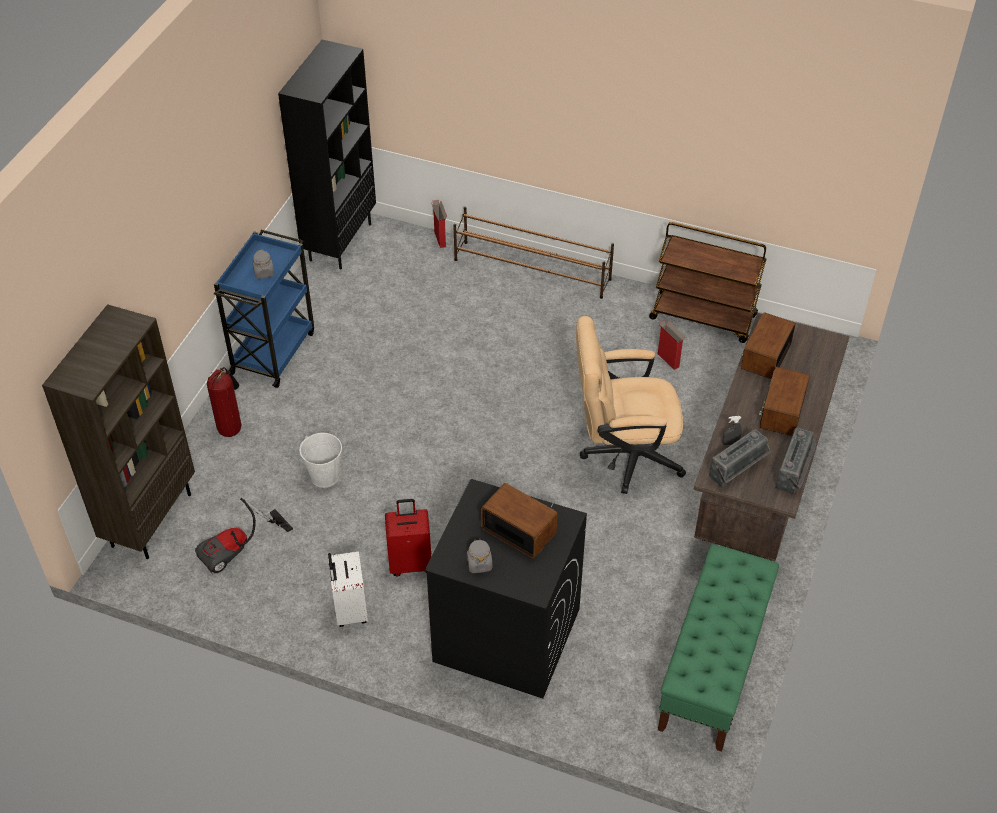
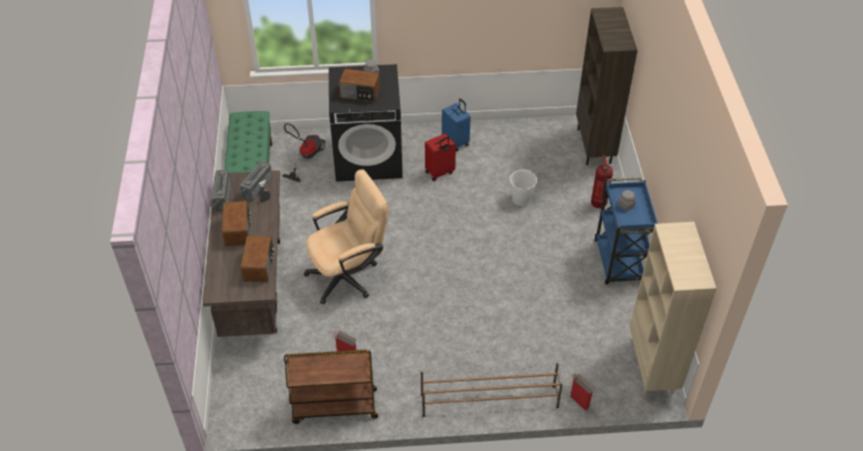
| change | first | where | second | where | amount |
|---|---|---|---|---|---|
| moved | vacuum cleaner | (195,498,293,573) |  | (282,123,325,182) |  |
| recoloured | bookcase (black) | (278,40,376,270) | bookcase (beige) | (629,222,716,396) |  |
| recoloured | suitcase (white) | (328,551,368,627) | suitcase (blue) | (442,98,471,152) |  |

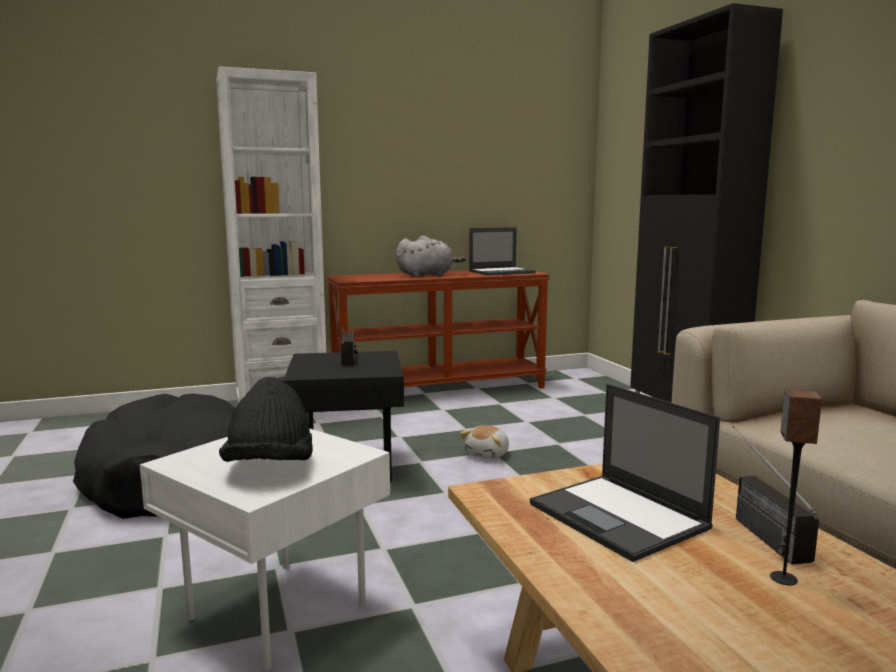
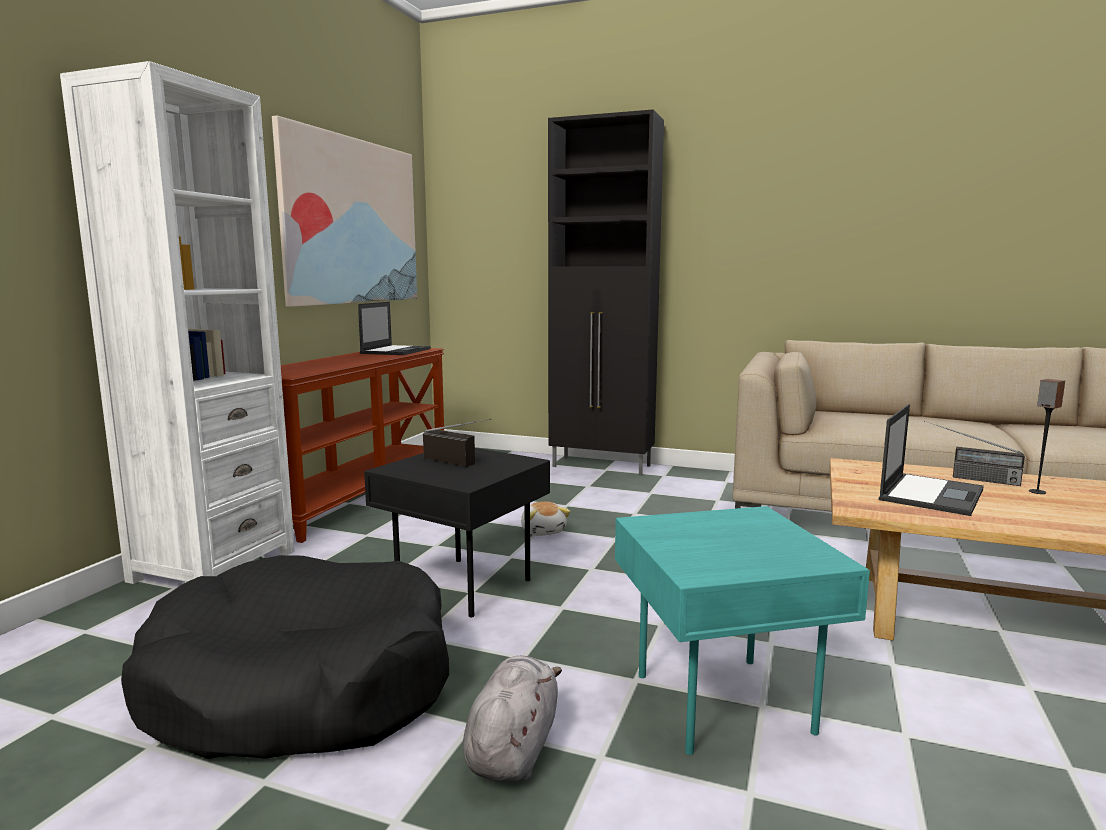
| change | first | where | second | where | amount |
|---|---|---|---|---|---|
| recoloured | side table (white) | (140,429,390,670) | side table (turquoise) | (615,506,870,755) |  |
| removed | hat (black) | (219,377,313,462) |  |  |  |
| moved | plush toy (grey) | (396,236,466,277) |  | (463,656,562,782) |  |
| turned | laptop | (530,384,720,562) |  | (879,404,984,516) | 60 degrees counterclockwise |
| added |  |  | picture | (272,115,417,307) |  |

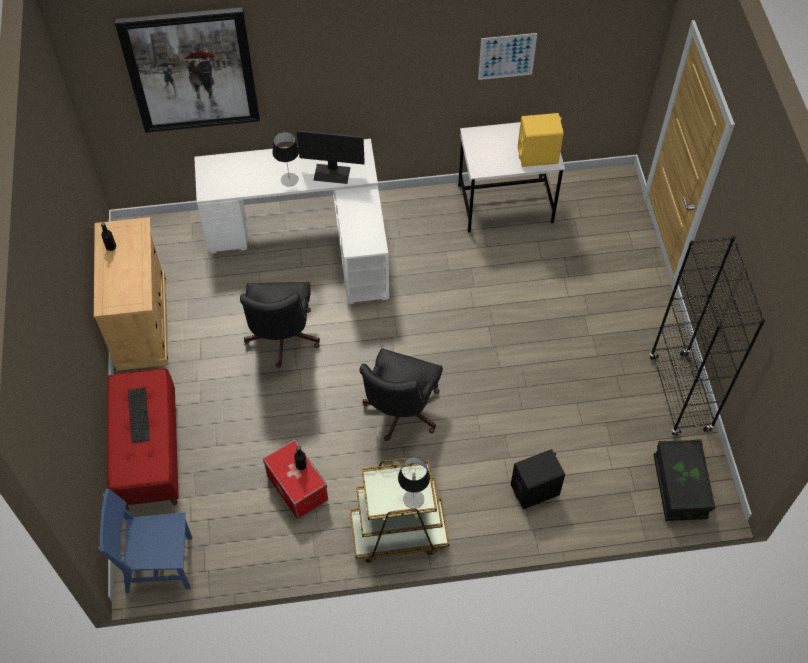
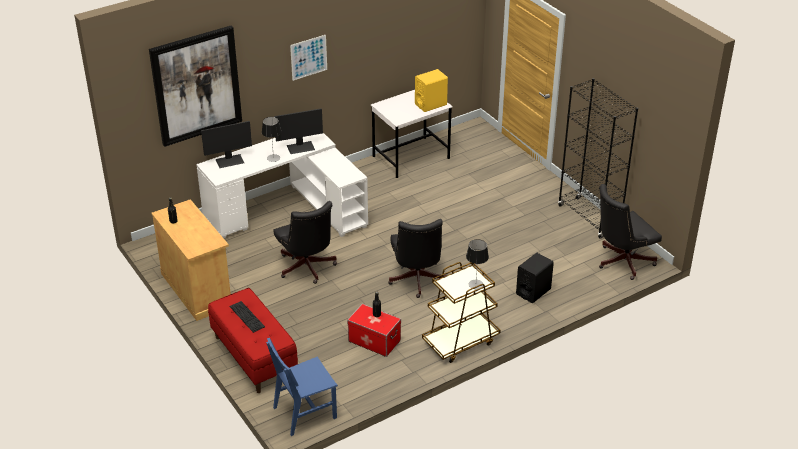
| change | first | where | second | where | amount |
|---|---|---|---|---|---|
| moved | picture | (478,33,537,80) |  | (290,35,327,81) |  |
| replaced | storage box (black) | (654,439,715,521) | office chair (black) | (599,184,662,280) |  |
| added |  |  | monitor | (201,121,252,168) |  |

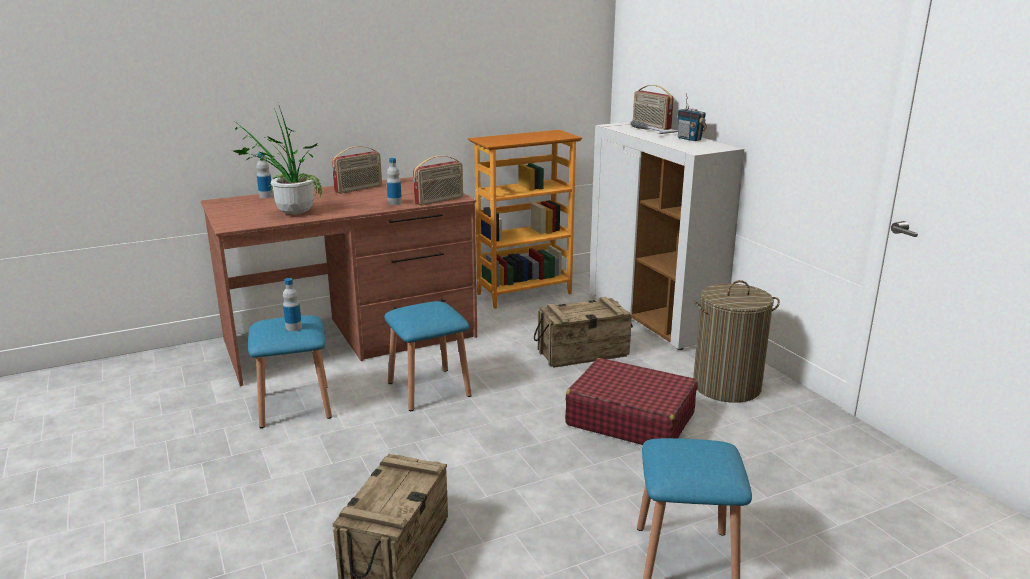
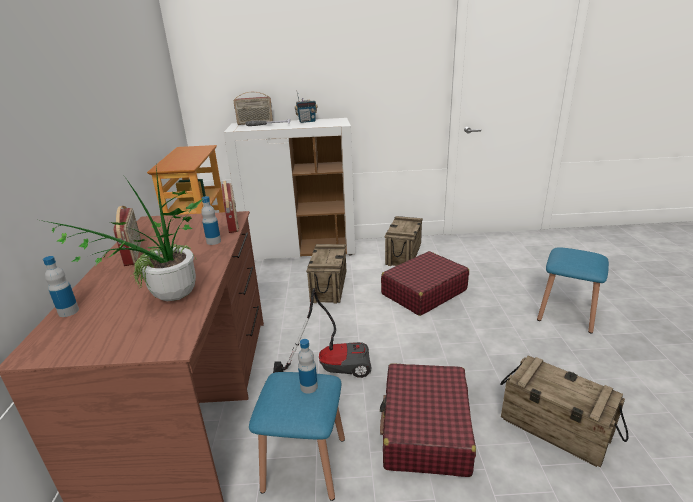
| change | first | where | second | where | amount |
|---|---|---|---|---|---|
| replaced | stool (blue) | (384,301,472,411) | vacuum cleaner | (273,288,371,378) |  |
| replaced | laundry basket | (693,280,780,403) | crate | (384,216,423,266) |  |
| added |  |  | suitcase (red) | (380,363,476,477) |  |

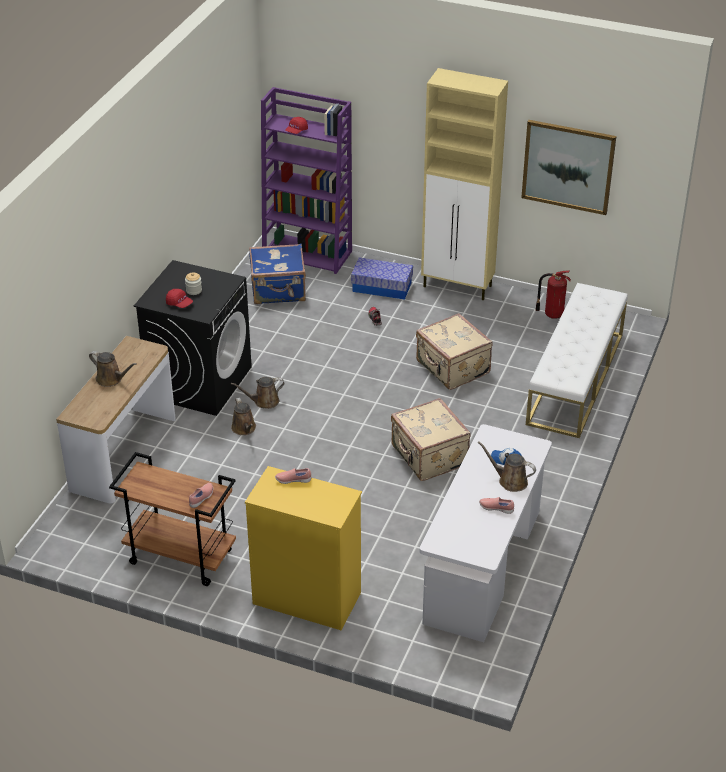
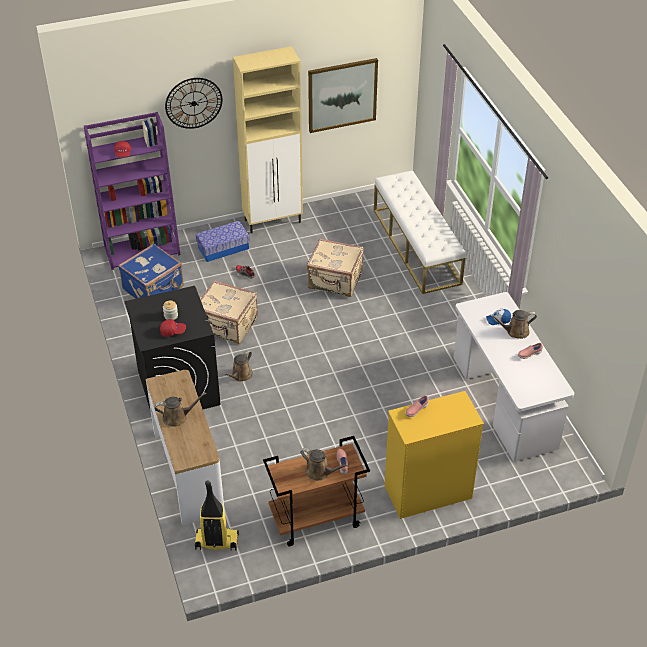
| change | first | where | second | where | amount |
|---|---|---|---|---|---|
| moved | watering can (brown) | (231,398,256,435) |  | (300,448,349,481) |  |
| moved | suitcase (beige) | (391,398,471,481) |  | (200,280,258,344) |  |
| removed | fire extinguisher | (535,270,571,319) |  |  |  |
| added |  |  | wall clock | (165,78,222,129) |  |
| added |  |  | vacuum cleaner | (195,480,239,551) |  |

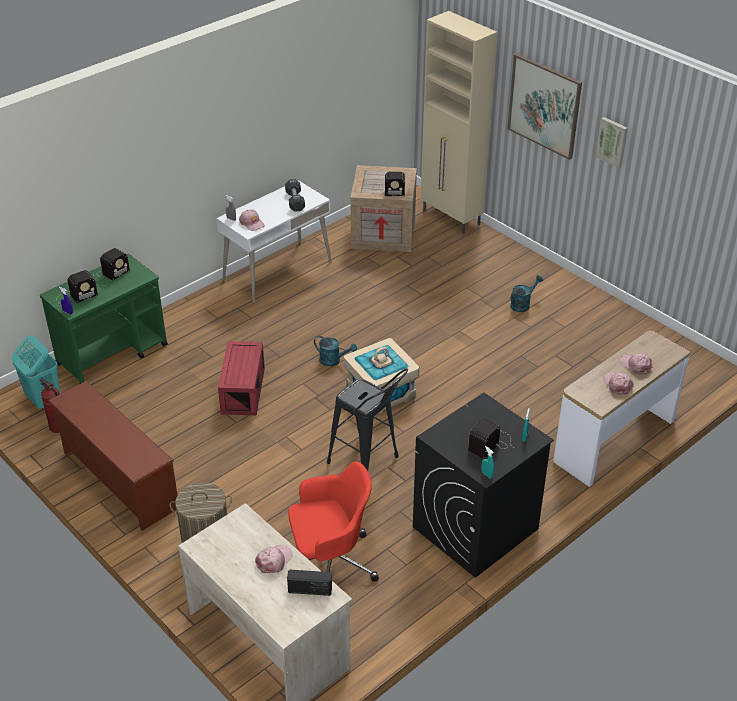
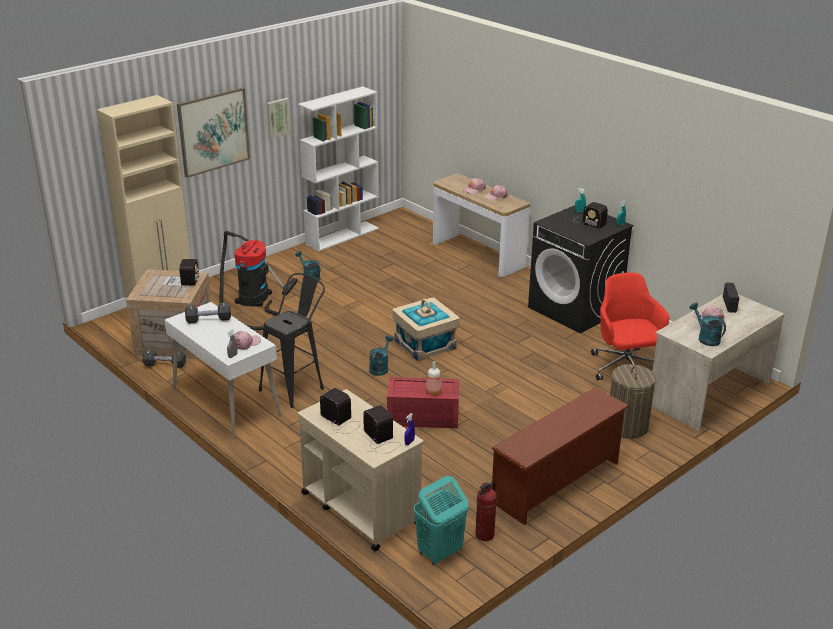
| change | first | where | second | where | amount |
|---|---|---|---|---|---|
| recoloured | cart (green) | (40,254,168,384) | cart (beige) | (298,389,424,551) |  |
| moved | stool (black) | (327,368,408,471) |  | (259,273,325,408) |  |
| added |  |  | dumbbell (black) | (142,350,186,368) |  |
| added |  |  | vacuum cleaner | (219,231,298,330) |  |
| added |  |  | bookcase (white) | (298,86,379,252) |  |
| added |  |  | bottle | (425,361,443,395) |  |
| added |  |  | watering can (turquoise) | (689,303,726,346) |  |

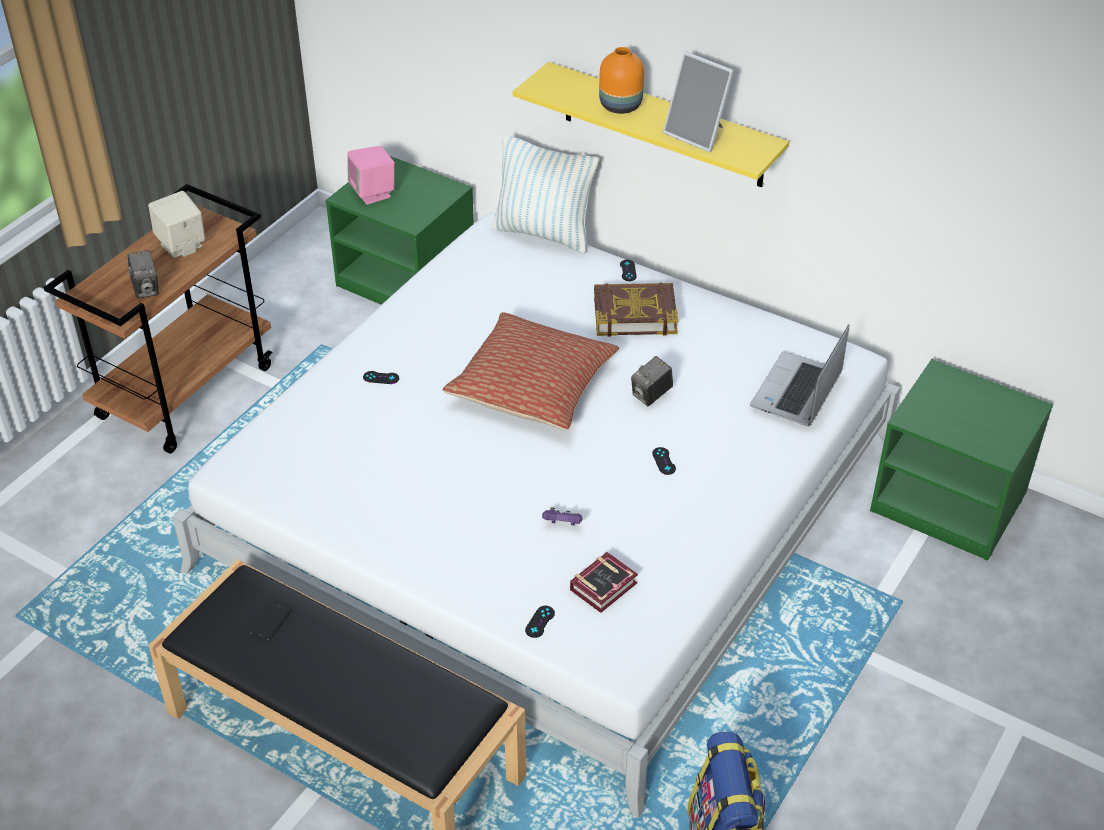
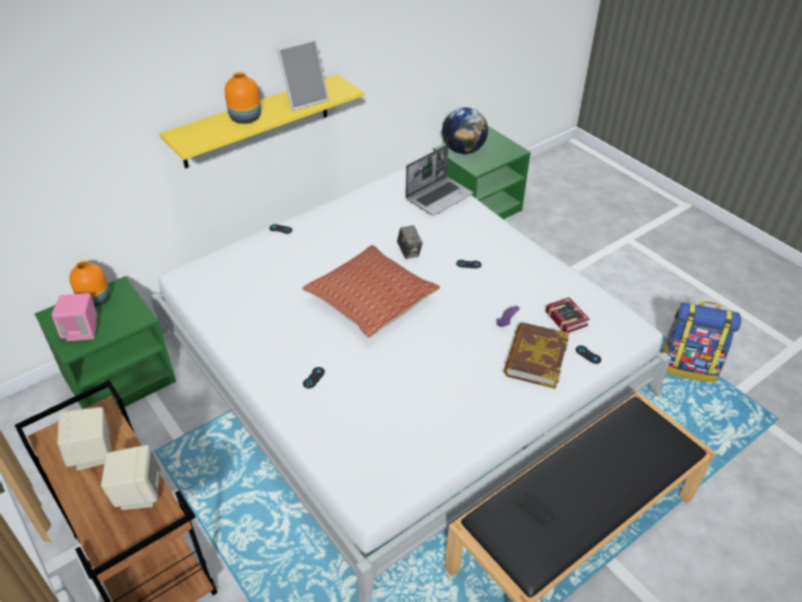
| change | first | where | second | where | amount |
|---|---|---|---|---|---|
| replaced | photo camera | (128,250,158,299) | speaker (beige) | (101,445,161,510) |  |
| removed | pillow | (492,135,599,253) |  |  |  |
| moved | book | (594,282,679,337) |  | (504,322,569,389) |  |
| turned | laptop | (750,324,849,426) |  | (405,145,473,216) | 90 degrees counterclockwise |
| added |  |  | vase (orange) | (69,261,110,307) |  |
| added |  |  | globe | (442,107,488,154) |  |

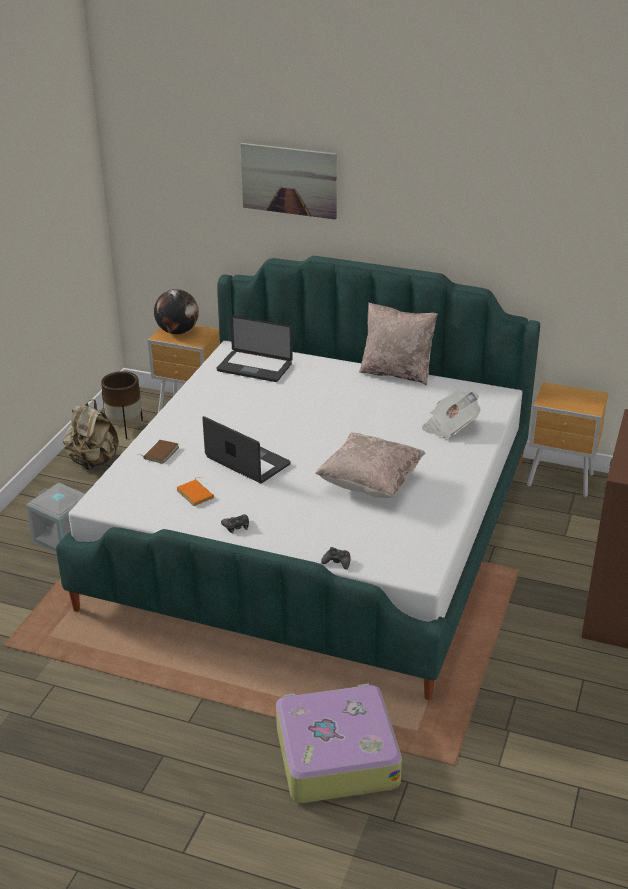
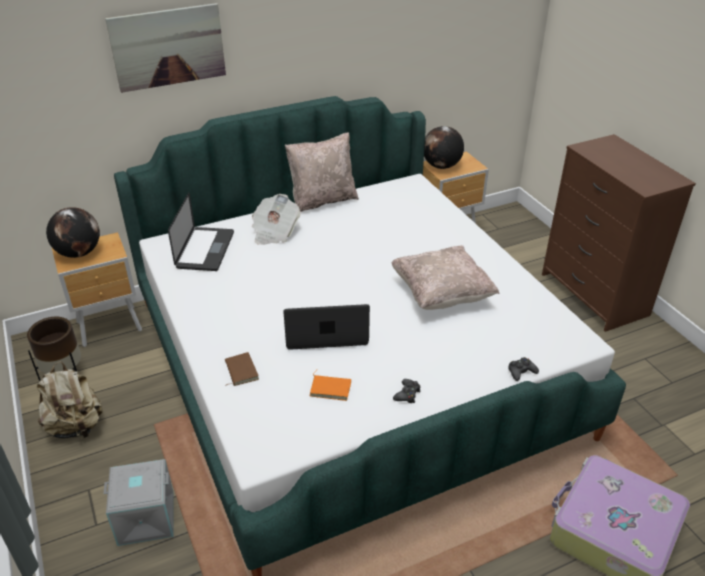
| change | first | where | second | where | amount |
|---|---|---|---|---|---|
| turned | laptop | (216,316,293,382) |  | (168,193,234,271) | 60 degrees counterclockwise |
| moved | newspaper | (422,391,480,438) |  | (252,194,300,245) |  |
| added |  |  | globe | (424,126,464,169) |  |

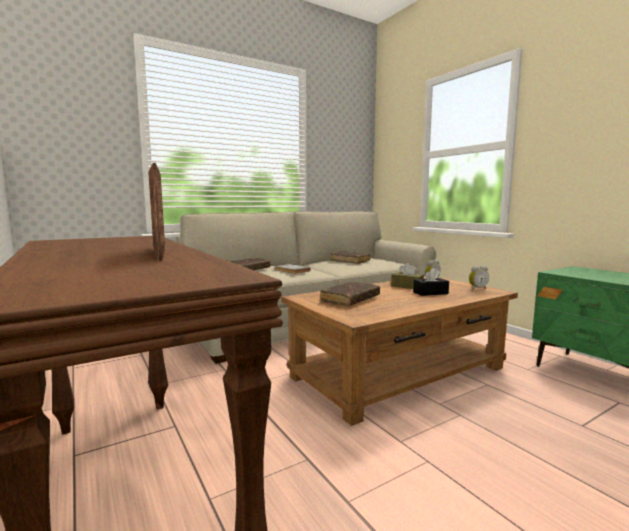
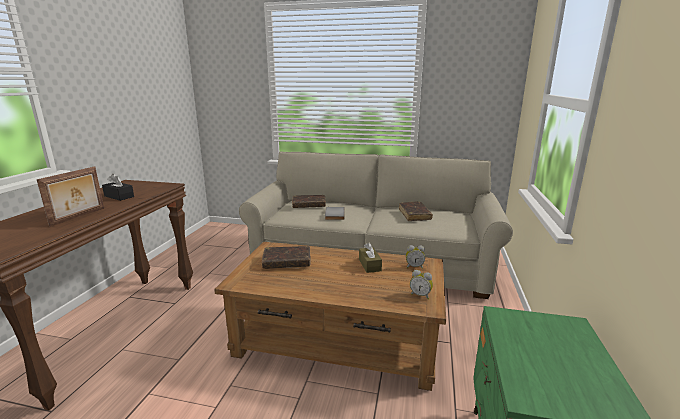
| change | first | where | second | where | amount |
|---|---|---|---|---|---|
| moved | tissue box (black) | (413,268,449,296) |  | (102,174,134,201) |  |

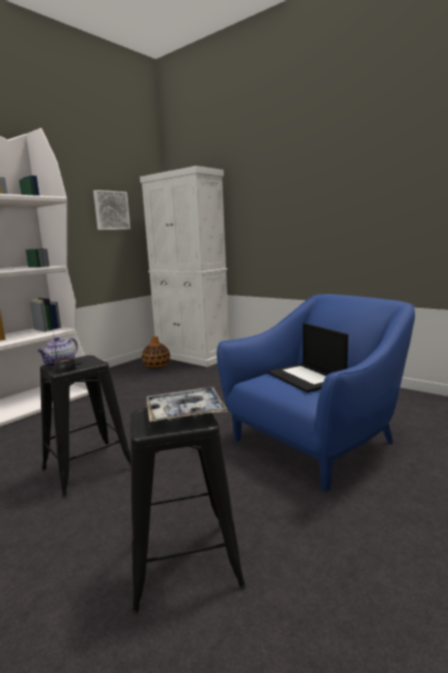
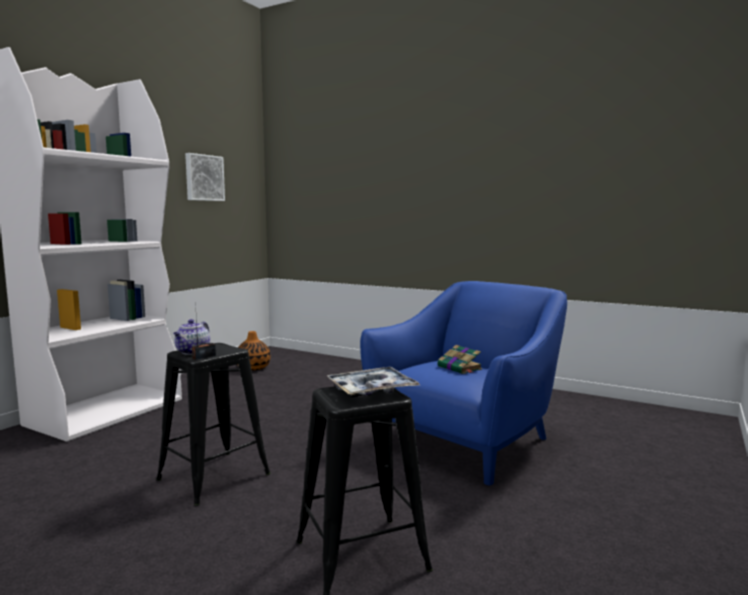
| change | first | where | second | where | amount |
|---|---|---|---|---|---|
| removed | cabinet (white) | (140,166,229,367) |  |  |  |
| replaced | laptop | (267,323,348,393) | book | (437,345,482,374) |  |

